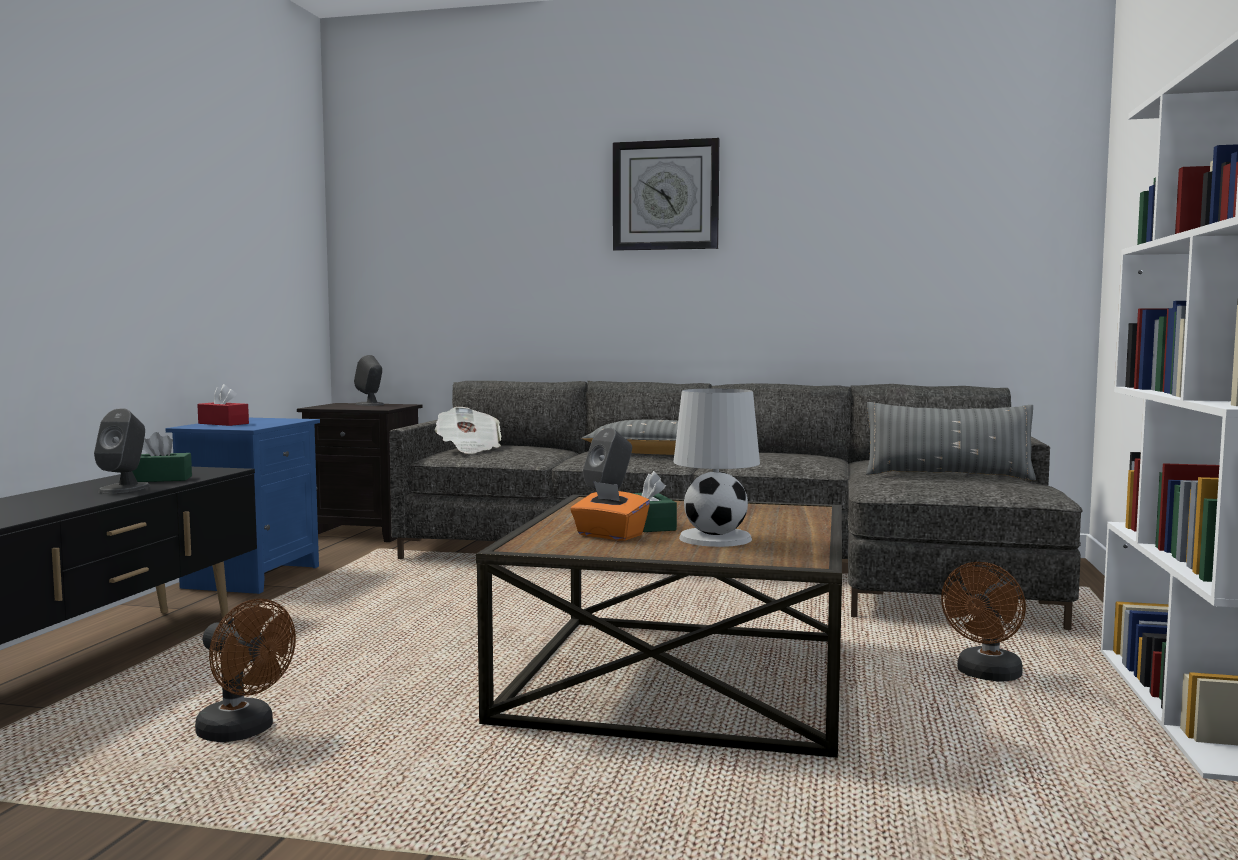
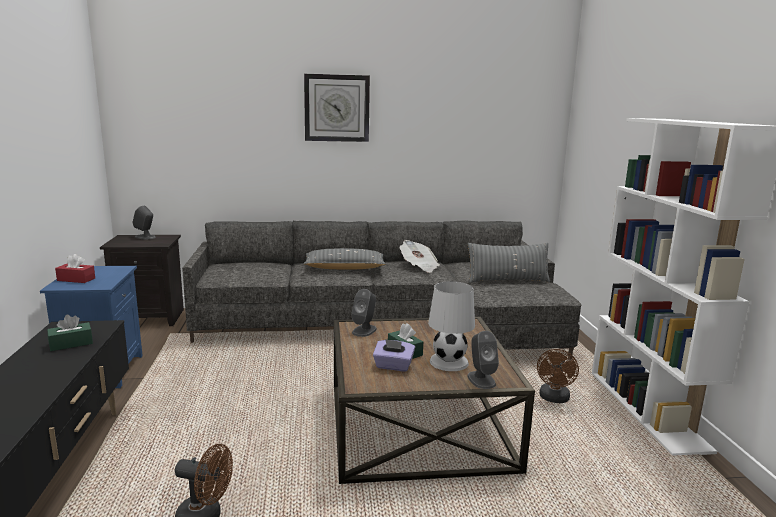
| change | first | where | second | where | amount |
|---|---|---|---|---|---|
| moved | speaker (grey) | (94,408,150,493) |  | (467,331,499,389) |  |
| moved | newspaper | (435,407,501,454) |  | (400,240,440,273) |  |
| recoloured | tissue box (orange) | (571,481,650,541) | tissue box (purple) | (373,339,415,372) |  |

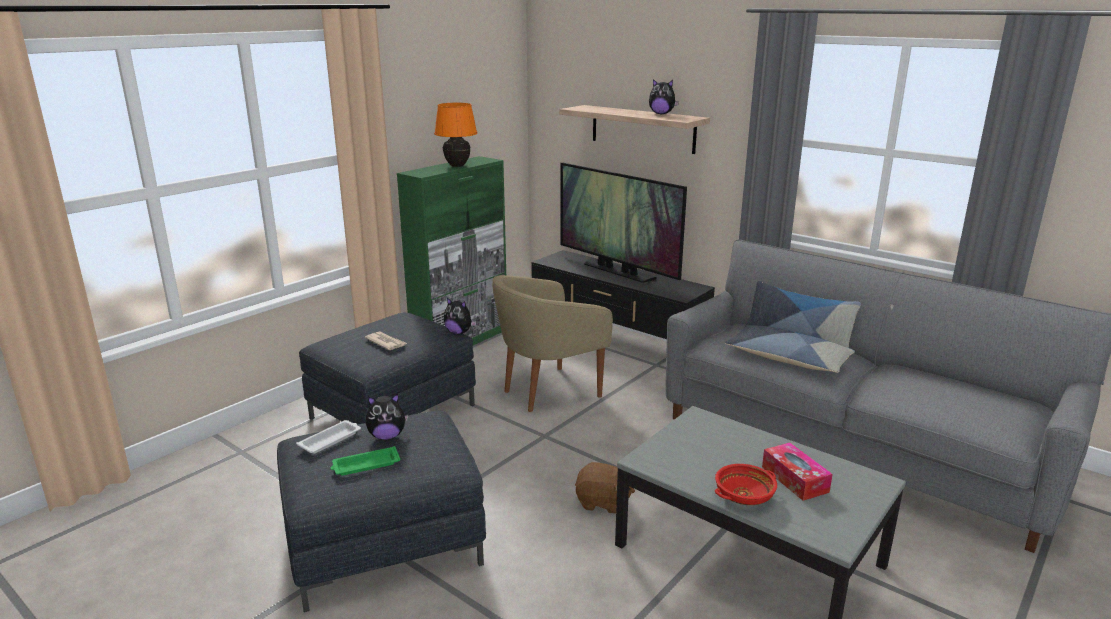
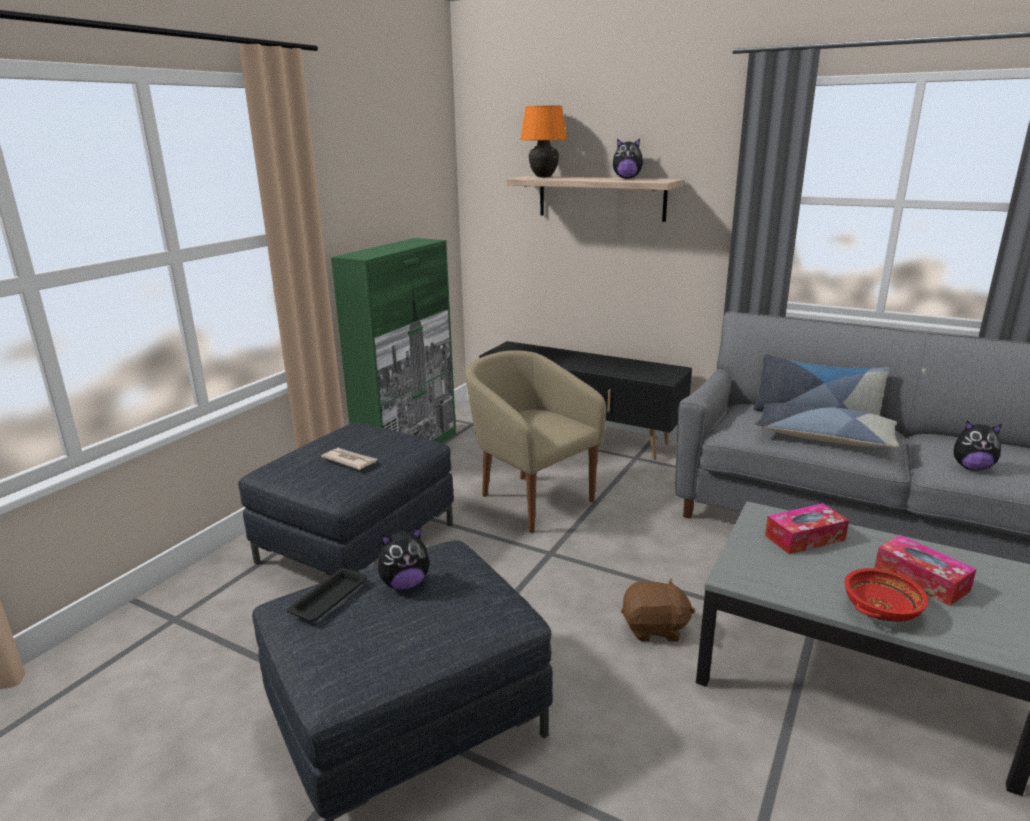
| change | first | where | second | where | amount |
|---|---|---|---|---|---|
| recoloured | tray (white) | (296,420,361,454) | tray (black) | (286,568,367,622) |  |
| removed | tray (green) | (330,446,400,476) |  |  |  |
| moved | table lamp (orange) | (434,103,477,167) |  | (520,106,567,178) |  |
| moved | plush toy | (444,298,477,334) |  | (954,421,1002,471) |  |
| turned | armchair (beige) | (493,275,613,412) |  | (466,350,606,533) | 90 degrees clockwise |
| removed | television | (560,162,687,283) |  |  |  |
| added |  |  | tissue box | (765,503,849,554) |  |

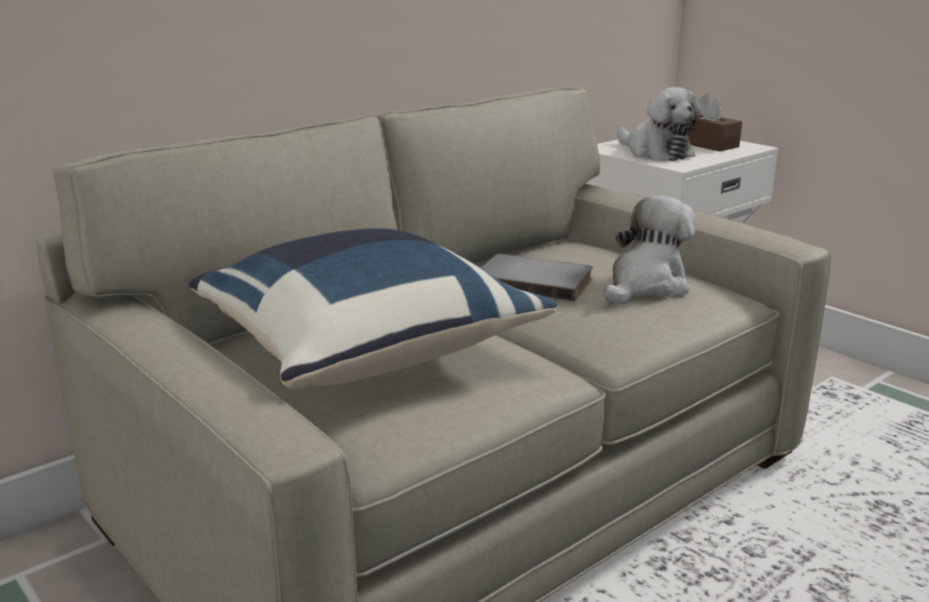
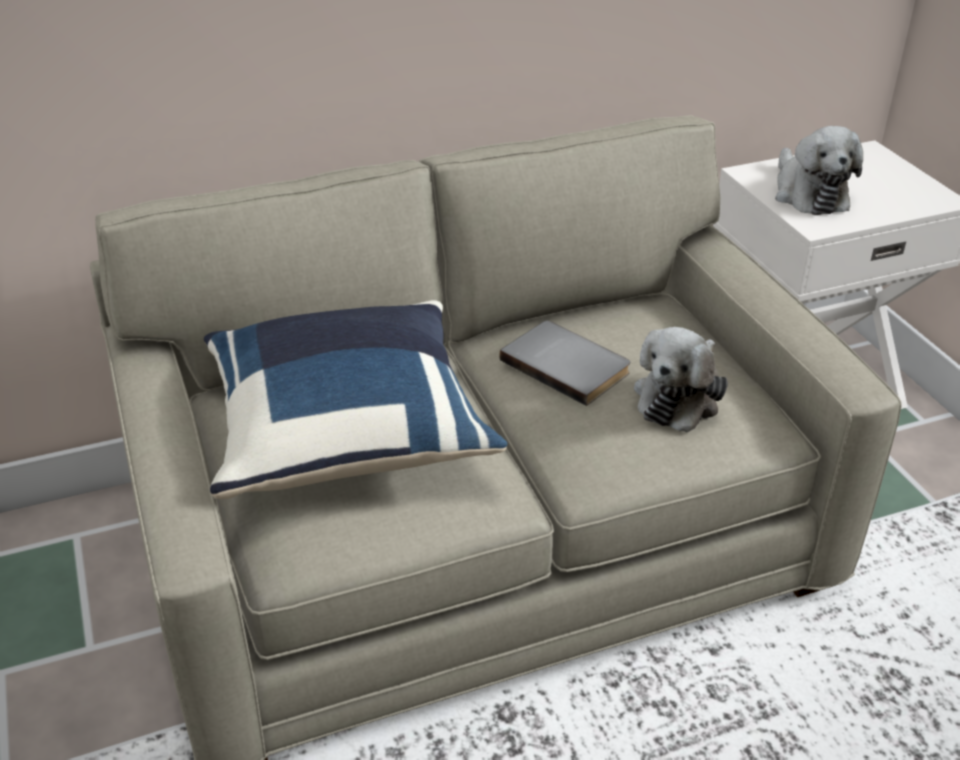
| change | first | where | second | where | amount |
|---|---|---|---|---|---|
| turned | plush toy | (604,195,696,304) |  | (634,327,728,433) | 150 degrees clockwise |
| removed | tissue box (brown) | (687,93,742,151) |  |  |  |

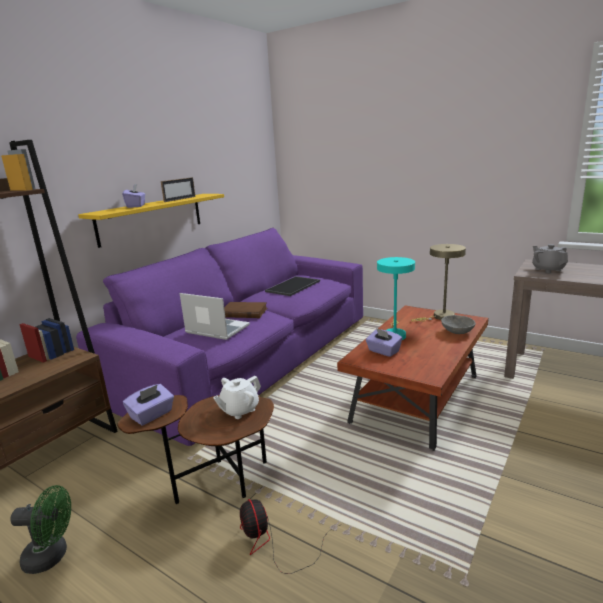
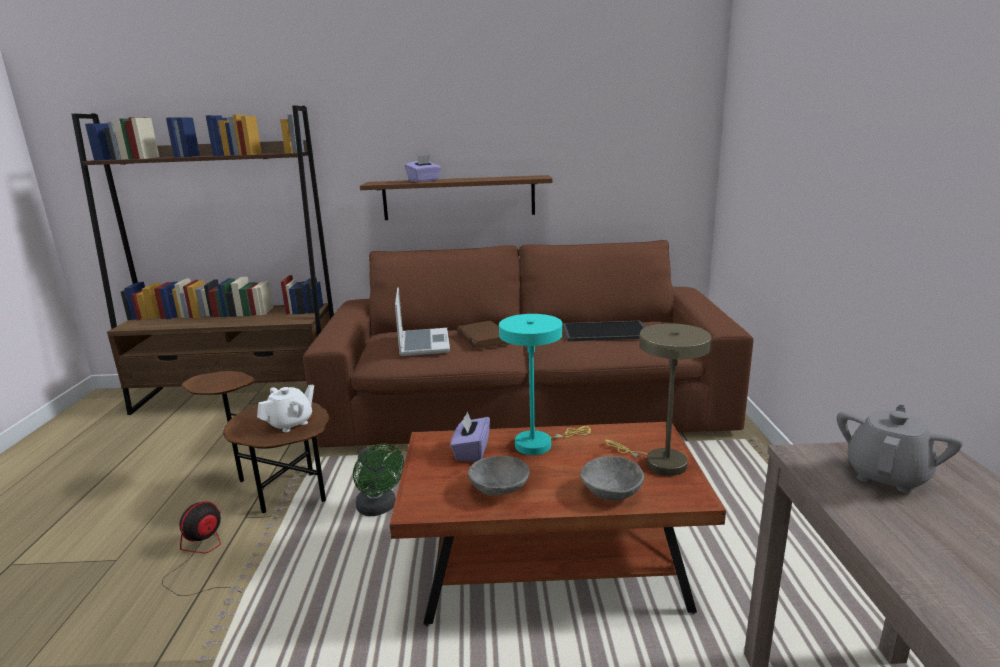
| change | first | where | second | where | amount |
|---|---|---|---|---|---|
| moved | fan (green) | (10,485,71,574) |  | (353,444,405,516) |  |
| recoloured | sofa (purple) | (76,228,363,446) | sofa (brown) | (303,240,754,447) |  |
| recoloured | shelf (yellow) | (78,194,224,248) | shelf (brown) | (360,175,553,220) |  |
| removed | tissue box (purple) | (123,384,174,425) |  |  |  |
| removed | picture frame | (161,177,195,202) |  |  |  |
| turned | teapot (white) | (213,376,261,419) |  | (257,385,314,432) | 120 degrees clockwise |
| added |  |  | bowl (grey) | (468,456,530,496) |  |

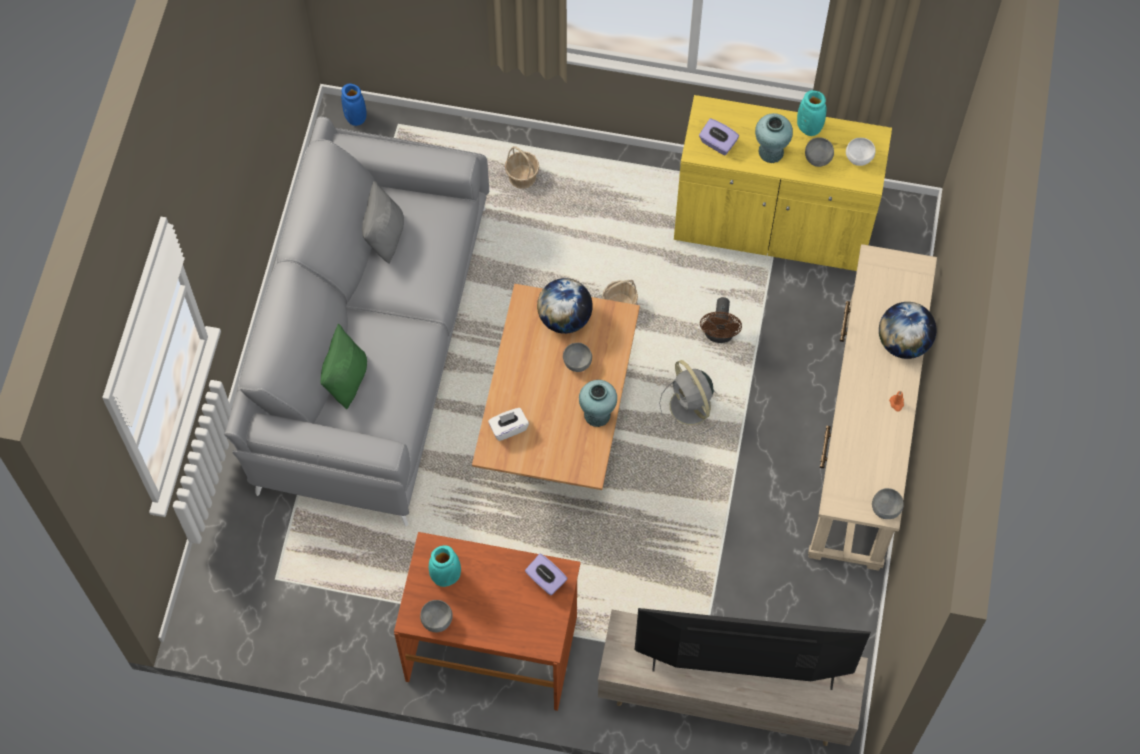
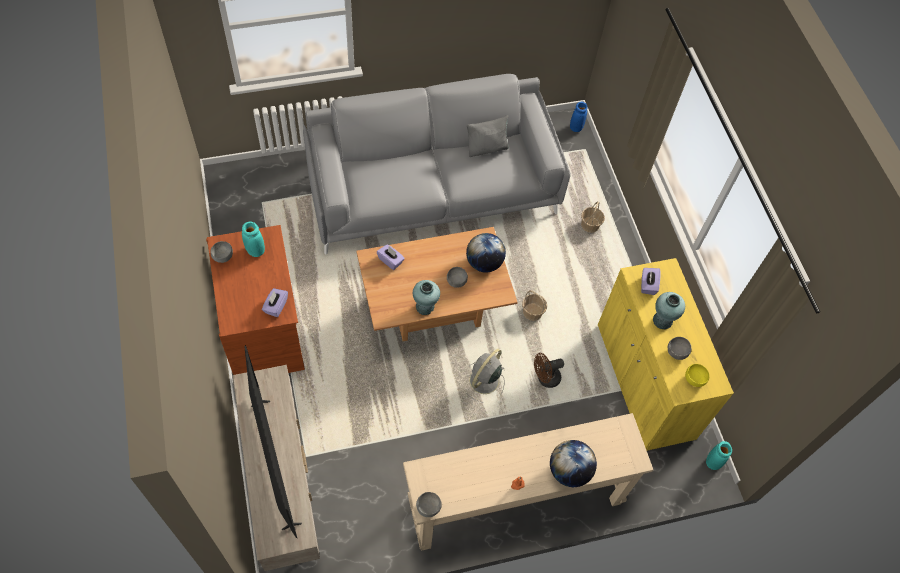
| change | first | where | second | where | amount |
|---|---|---|---|---|---|
| removed | pillow (green) | (321,324,367,409) |  |  |  |
| recoloured | tissue box (white) | (488,408,529,441) | tissue box (purple) | (377,244,405,270) |  |
| moved | vase (turquoise) | (797,90,827,136) |  | (706,441,732,470) |  |
| recoloured | bowl (white) | (846,138,876,166) | bowl (yellow) | (685,364,710,387) |  |

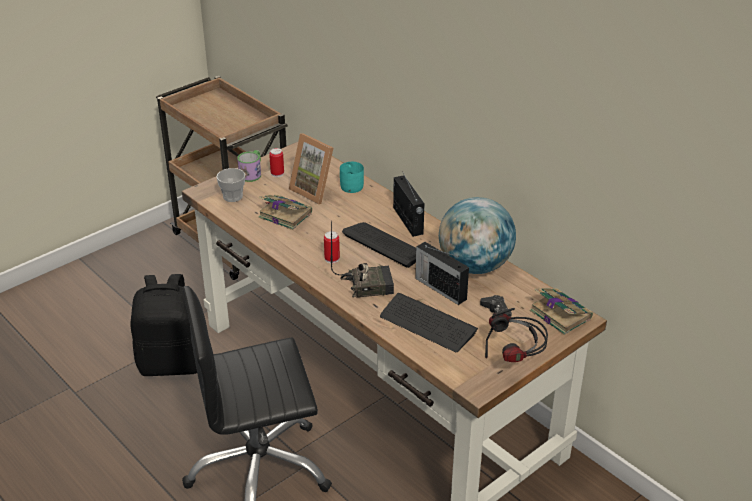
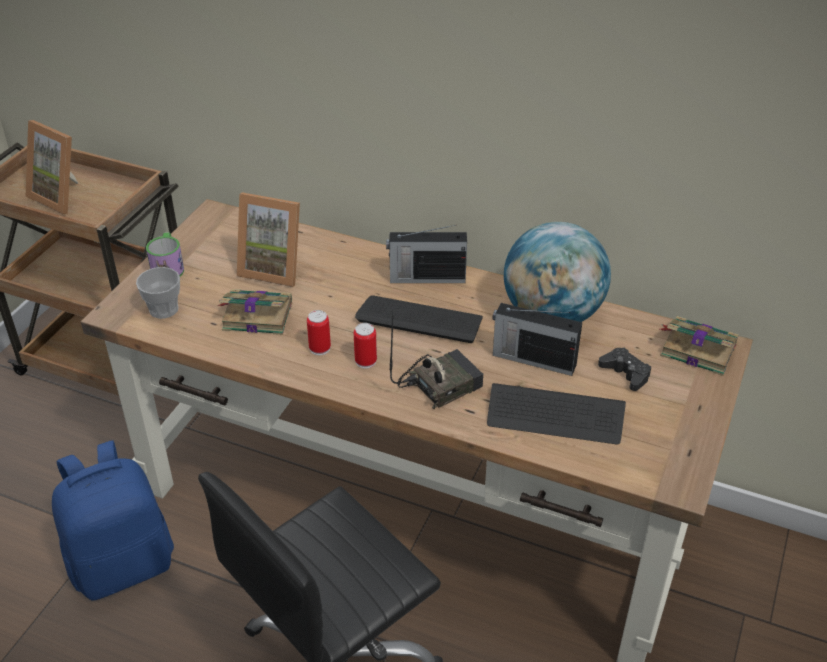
| change | first | where | second | where | amount |
|---|---|---|---|---|---|
| recoloured | backpack (black) | (130,274,197,376) | backpack (blue) | (52,441,174,601) |  |
| moved | can | (269,148,284,177) |  | (307,310,331,355) |  |
| removed | mug (turquoise) | (340,162,364,193) |  |  |  |
| turned | radio | (393,171,425,237) |  | (386,225,467,283) | 135 degrees clockwise |
| removed | headphones | (485,308,548,362) |  |  |  |
| added |  |  | picture frame | (26,120,78,215) |  |

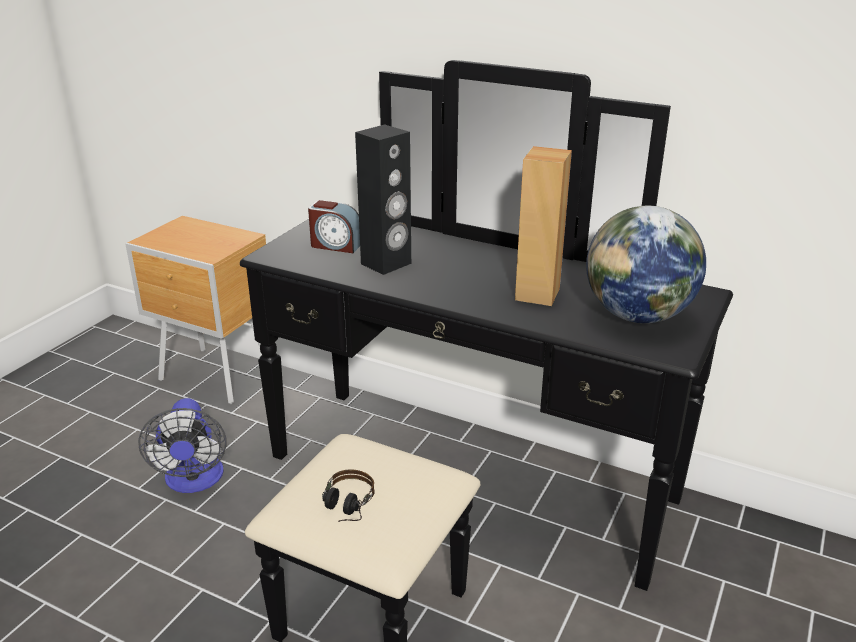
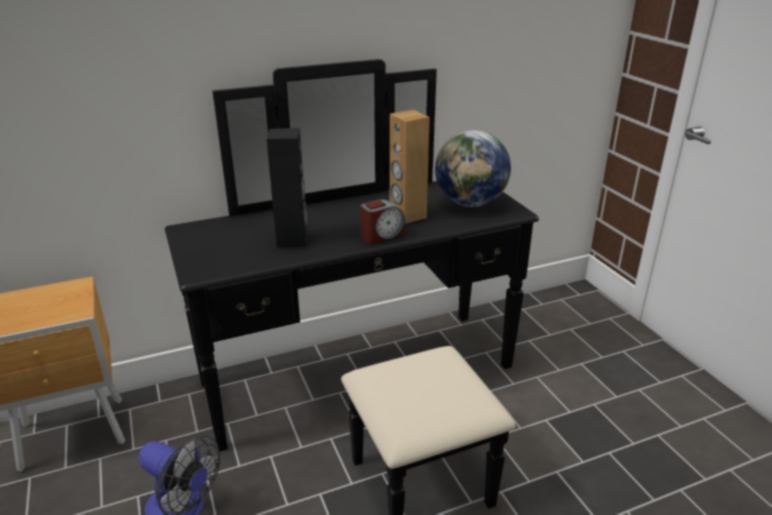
| change | first | where | second | where | amount |
|---|---|---|---|---|---|
| moved | alarm clock | (308,200,360,253) |  | (360,199,405,244) |  |
| removed | headphones | (322,469,375,522) |  |  |  |

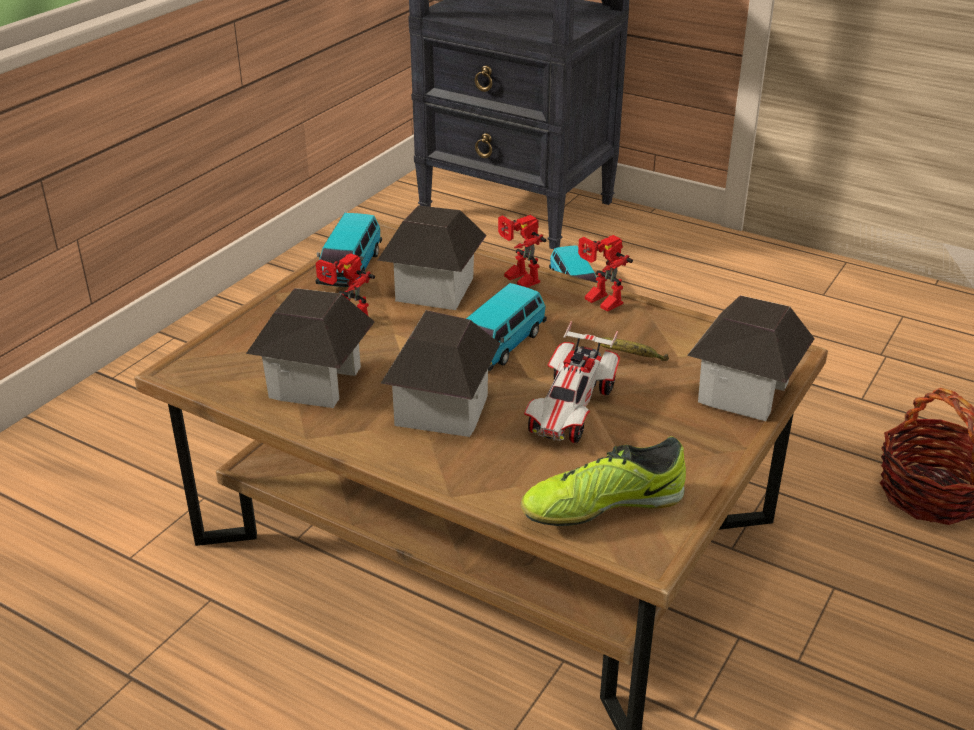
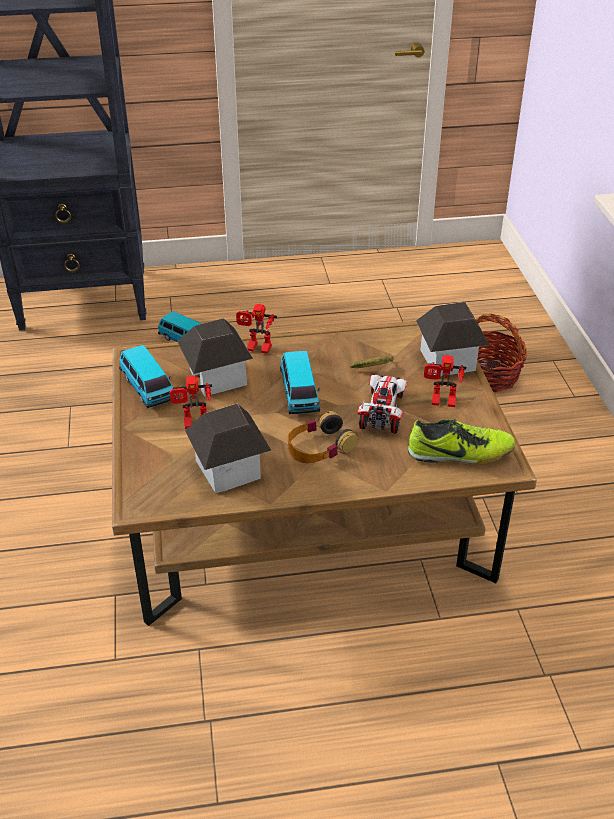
| change | first | where | second | where | amount |
|---|---|---|---|---|---|
| replaced | toy house | (381,310,500,437) | headphones | (288,411,358,463) |  |
| turned | shoe | (521,436,686,526) |  | (408,419,515,464) | 120 degrees counterclockwise |
| turned | toy car | (524,321,620,443) |  | (357,375,407,434) | 150 degrees counterclockwise |
| moved | toy robot | (578,235,633,312) |  | (424,355,466,407) |  |

